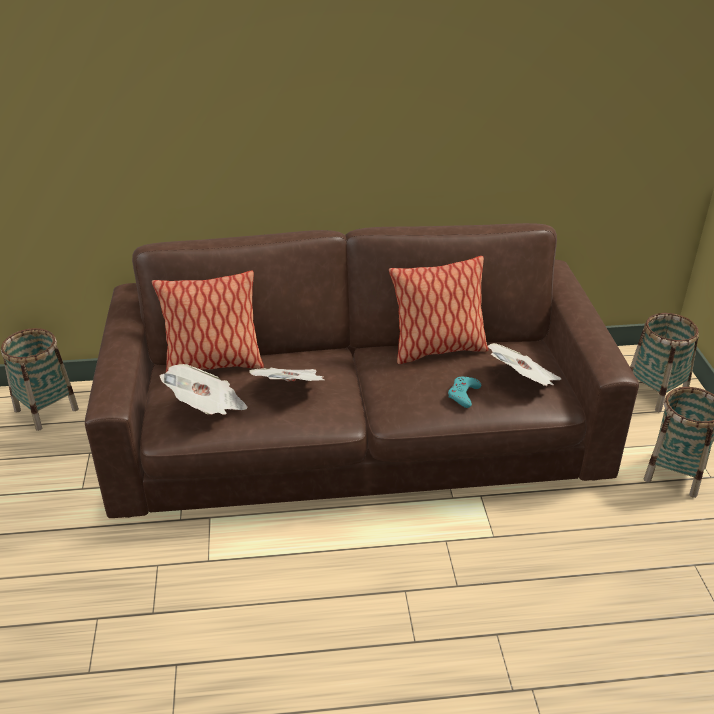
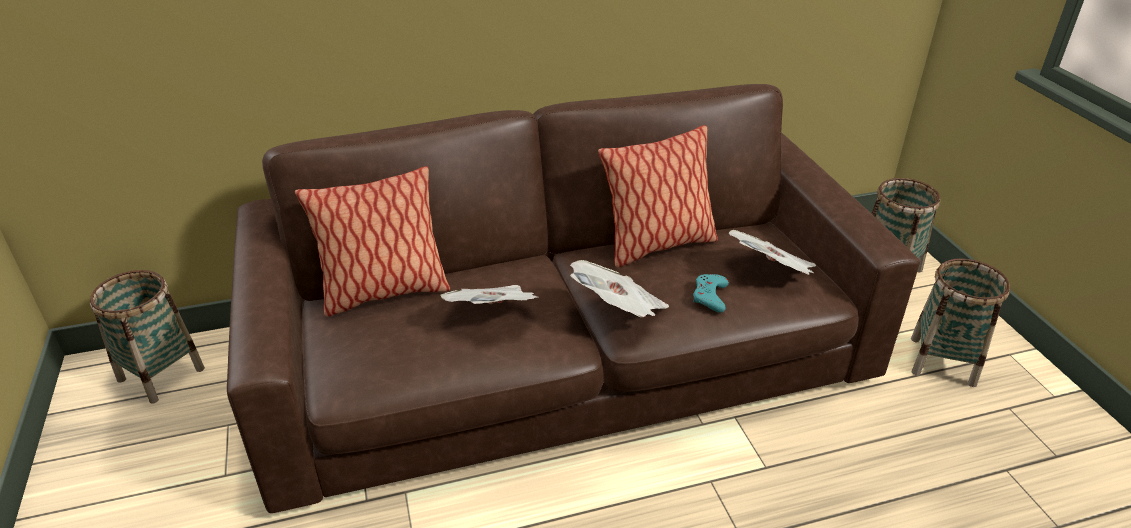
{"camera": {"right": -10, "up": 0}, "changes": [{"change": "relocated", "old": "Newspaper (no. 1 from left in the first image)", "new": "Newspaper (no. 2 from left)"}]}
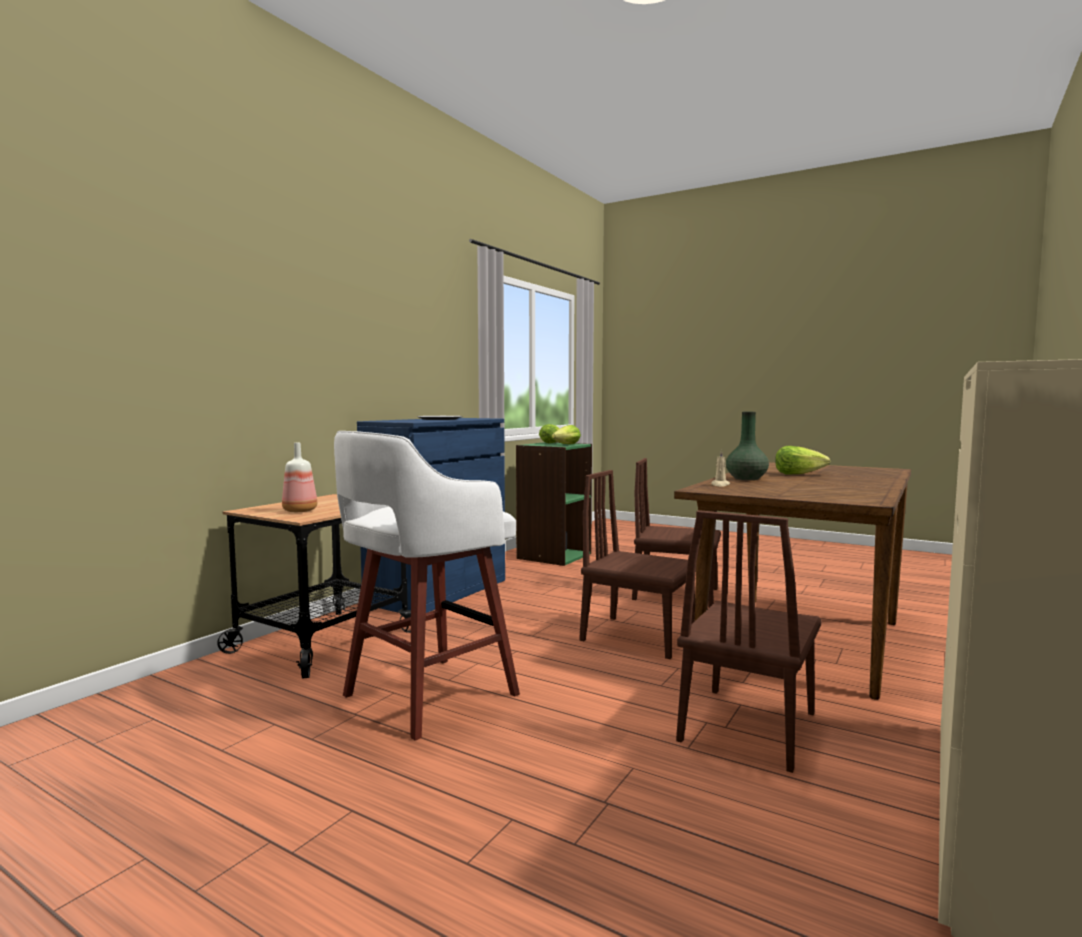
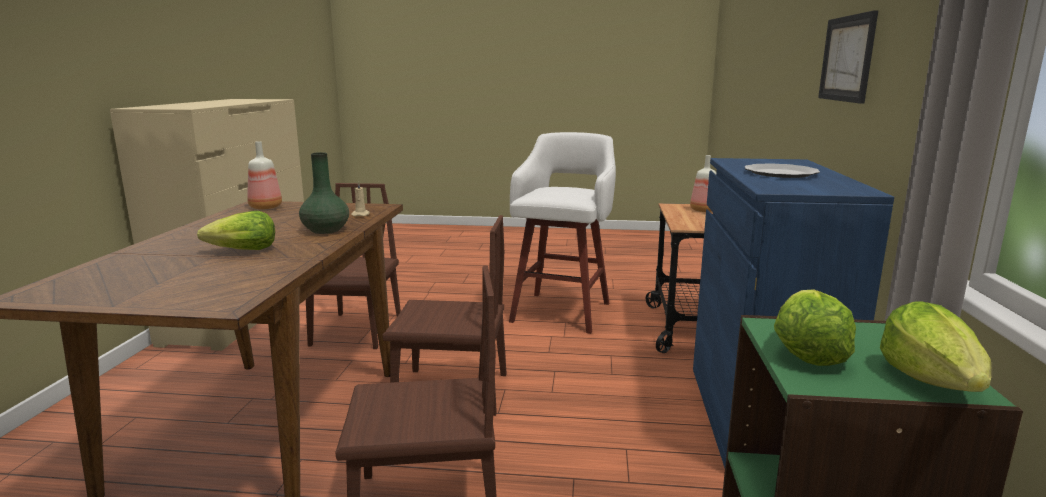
{"camera": {"right": 155, "up": 10}, "changes": [{"change": "appeared", "new": "Picture"}, {"change": "appeared", "new": "Bottle (no. 1 from left)"}]}
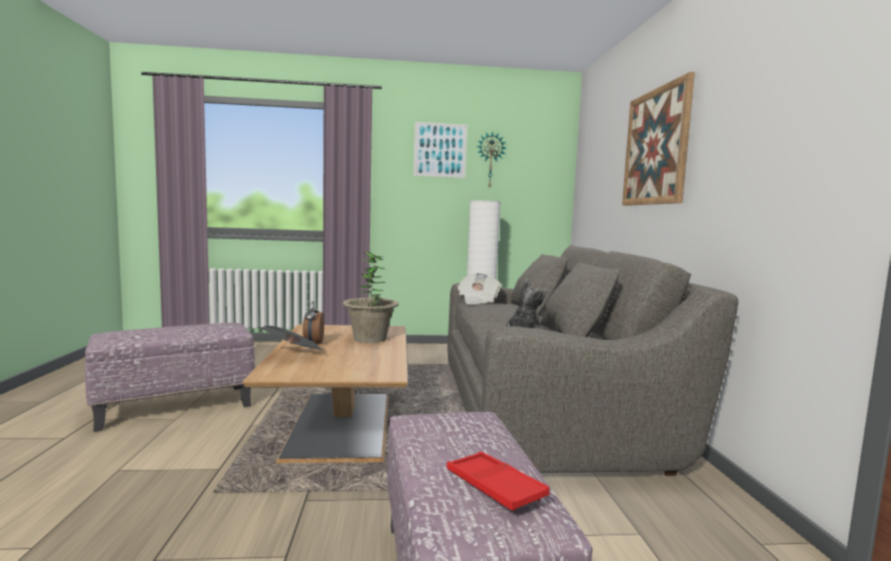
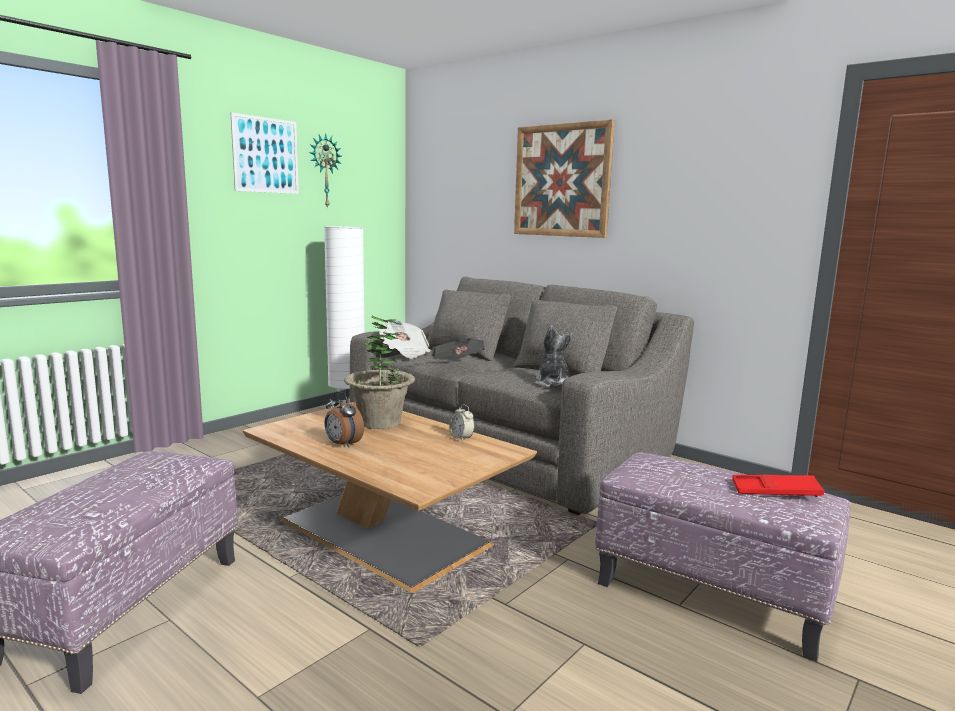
{"camera": {"right": -45, "up": 5}, "changes": [{"change": "relocated", "old": "Newspaper (no. 1 from left in the first image)", "new": "Newspaper (no. 2 from left)"}, {"change": "appeared", "new": "AlarmClock (no. 2 from left)"}]}
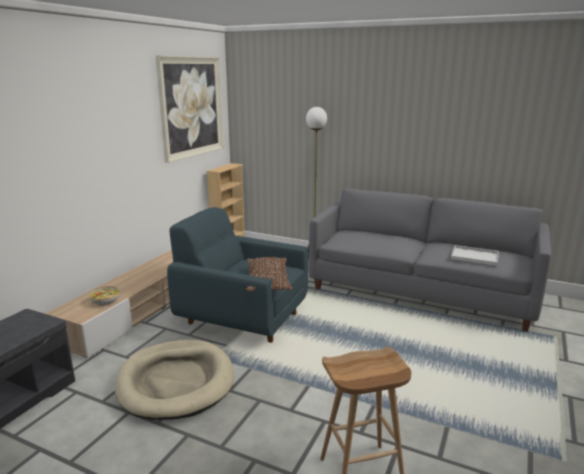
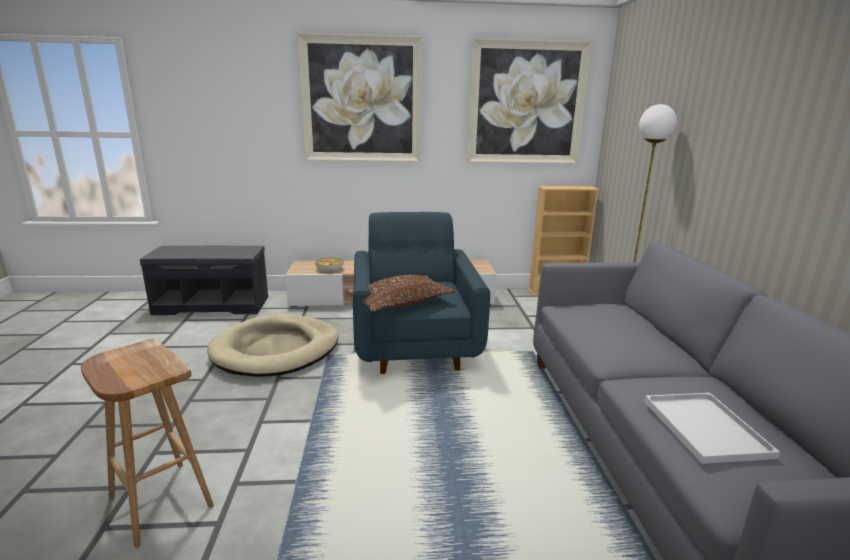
{"camera": {"right": 60, "up": 0}, "changes": [{"change": "appeared", "new": "Picture (no. 1 from left)"}]}
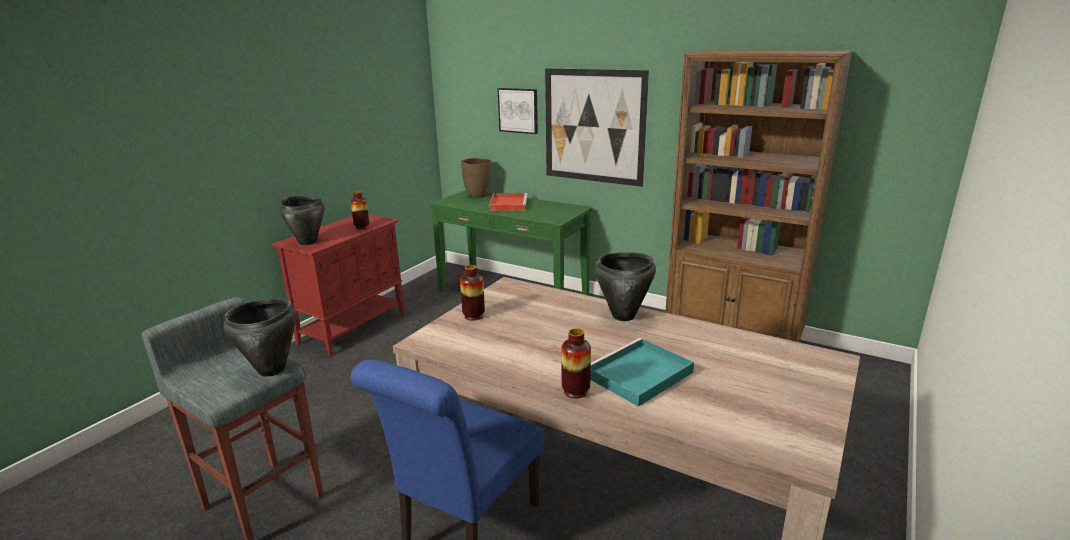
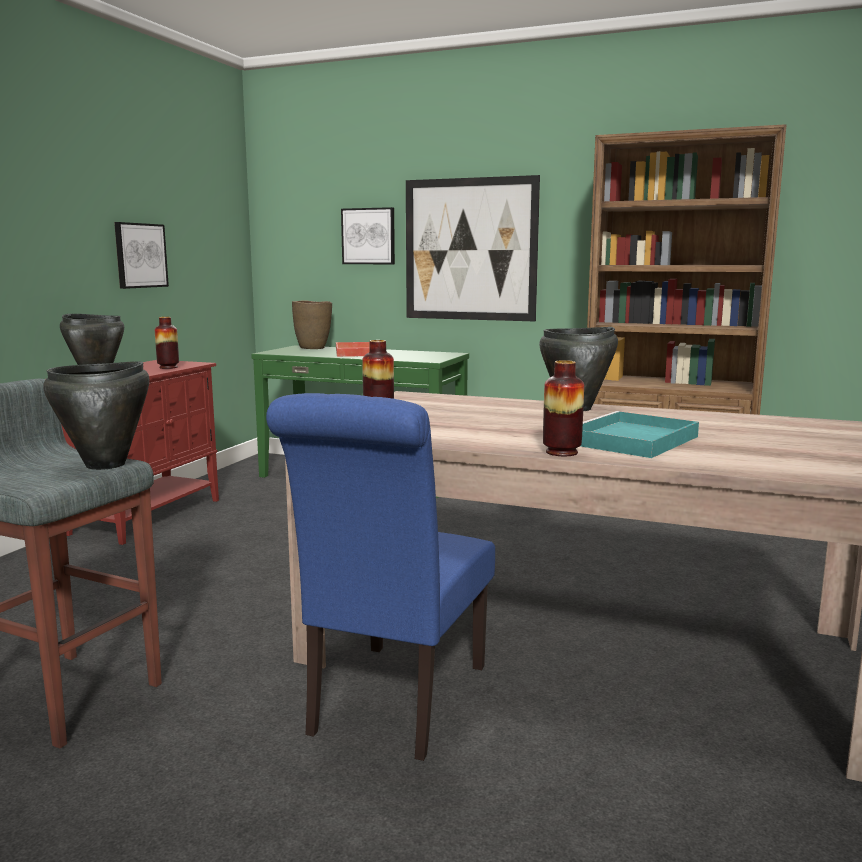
{"camera": {"right": -10, "up": -10}, "changes": [{"change": "appeared", "new": "Picture (no. 1 from left)"}]}
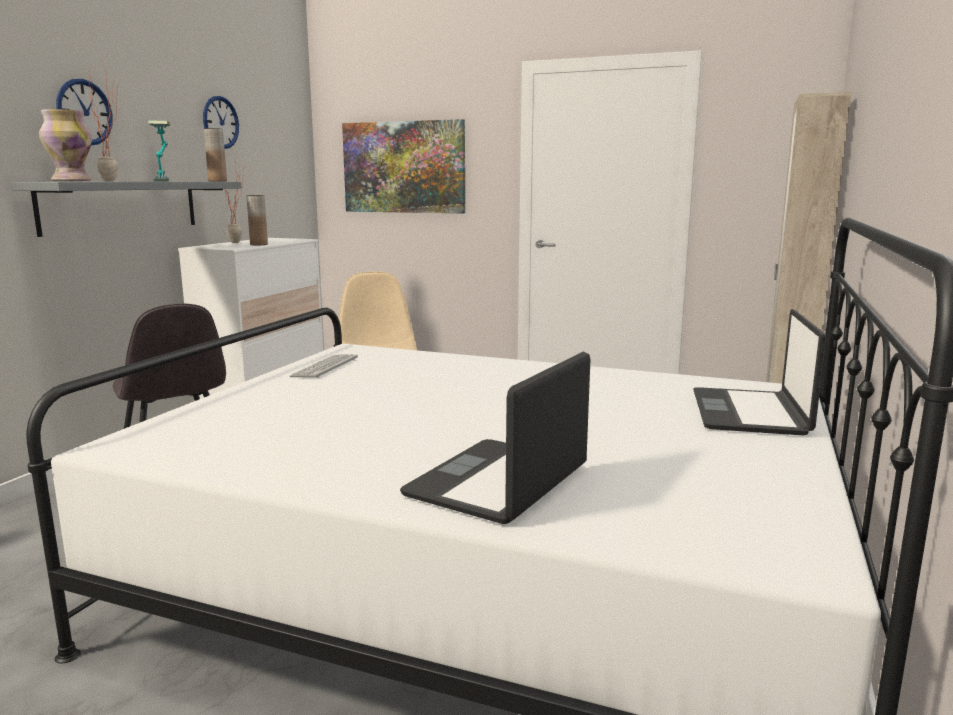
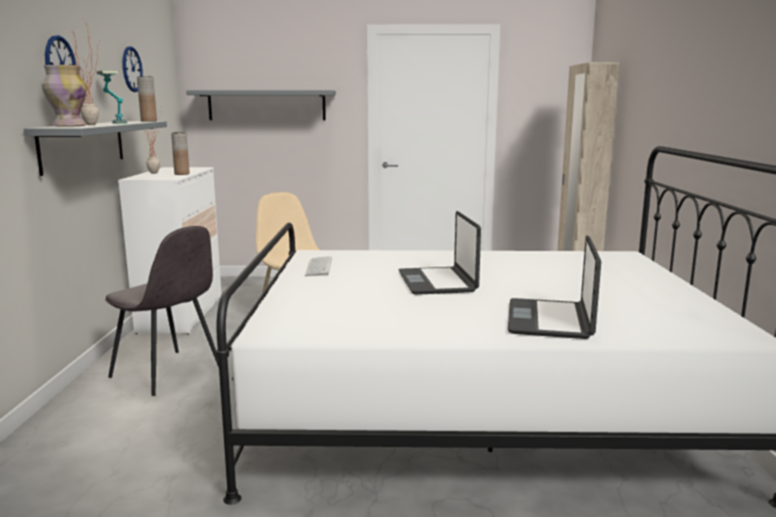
{"camera": {"right": -20, "up": 0}, "changes": [{"change": "exchanged", "old": "Picture", "new": "GreyShelf (no. 2 from left)"}, {"change": "relocated", "old": "Laptop (no. 2 from left in the first image)", "new": "Laptop (no. 1 from left)"}]}
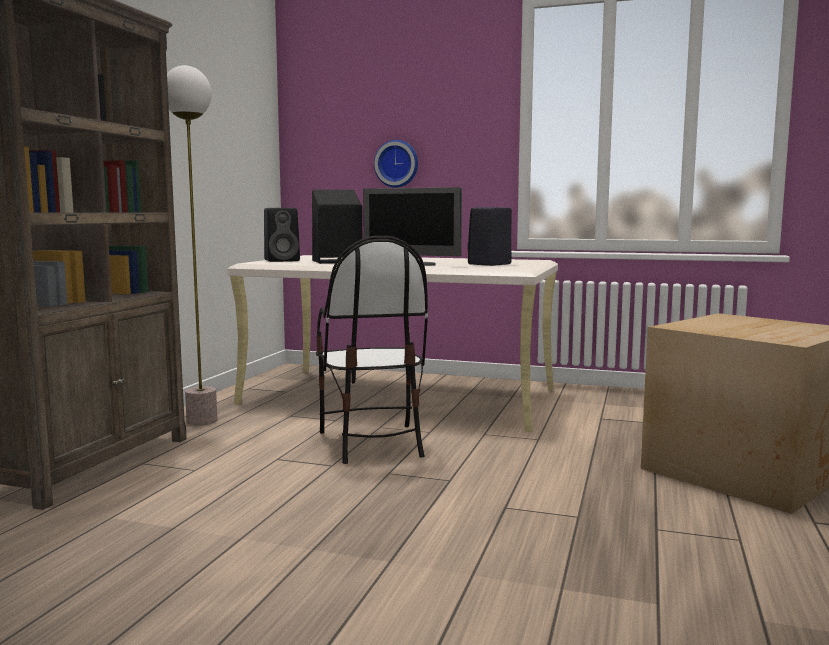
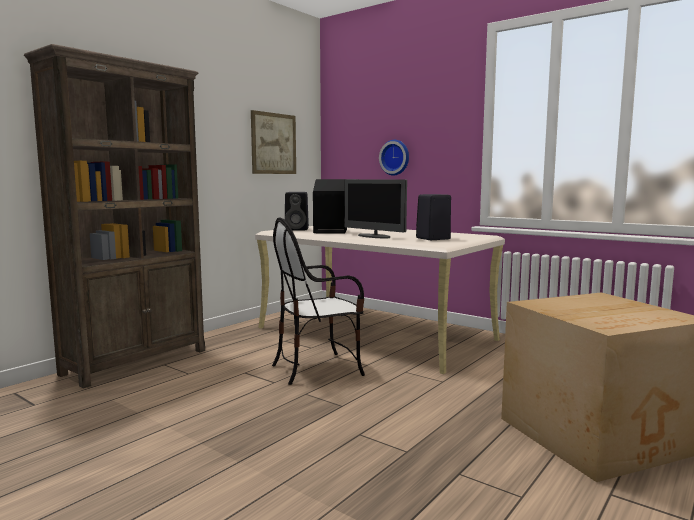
{"camera": {"right": 20, "up": 0}, "changes": [{"change": "missing", "old": "FloorLamp"}, {"change": "spun", "old": "Chair", "degrees": 60}, {"change": "appeared", "new": "Picture"}]}
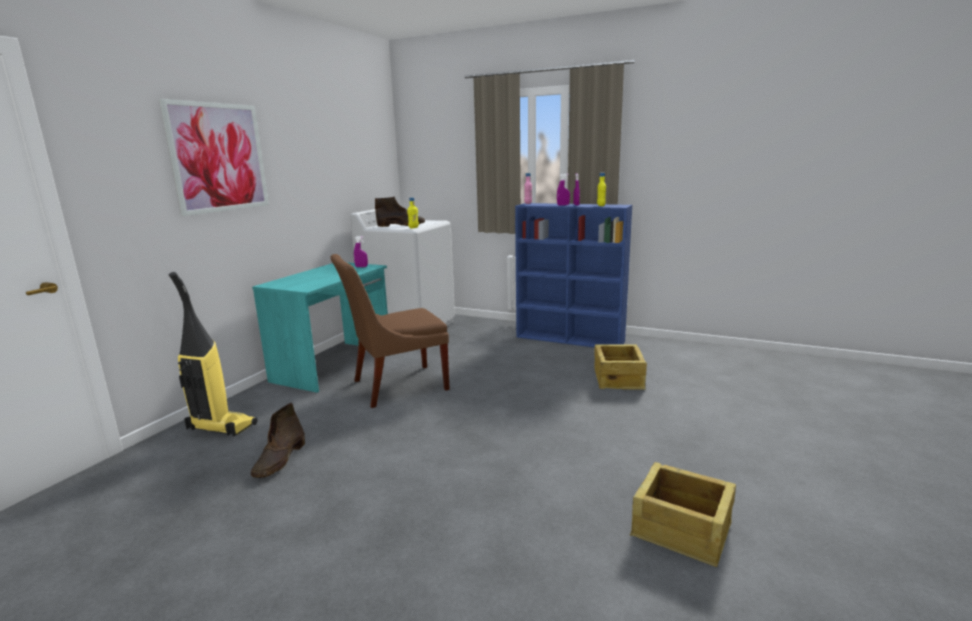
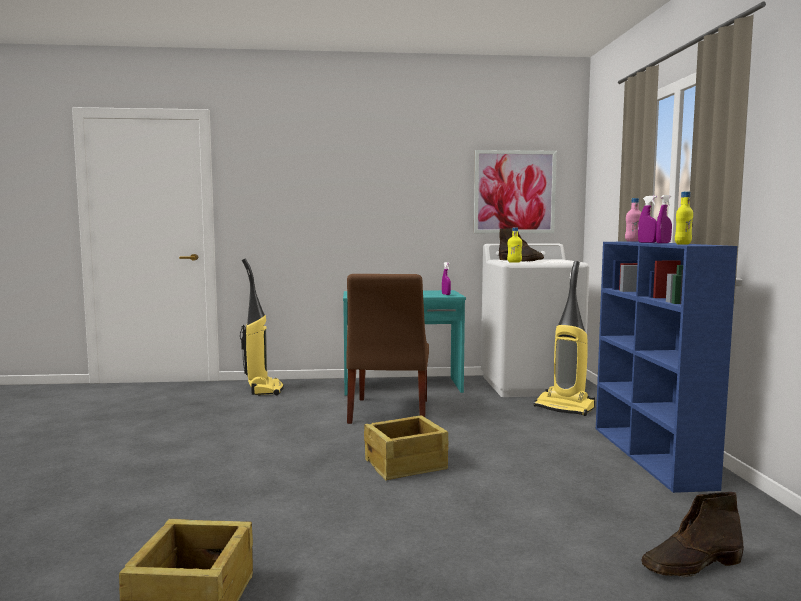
{"camera": {"right": 60, "up": -10}, "changes": [{"change": "relocated", "old": "Picture"}, {"change": "spun", "old": "BrownChair", "degrees": -120}, {"change": "relocated", "old": "Crate (no. 1 from left in the first image)", "new": "Crate (no. 2 from left)"}, {"change": "relocated", "old": "BrownBoot (no. 1 from left in the first image)", "new": "BrownBoot (no. 2 from left)"}, {"change": "appeared", "new": "VacuumCleaner (no. 2 from left)"}]}
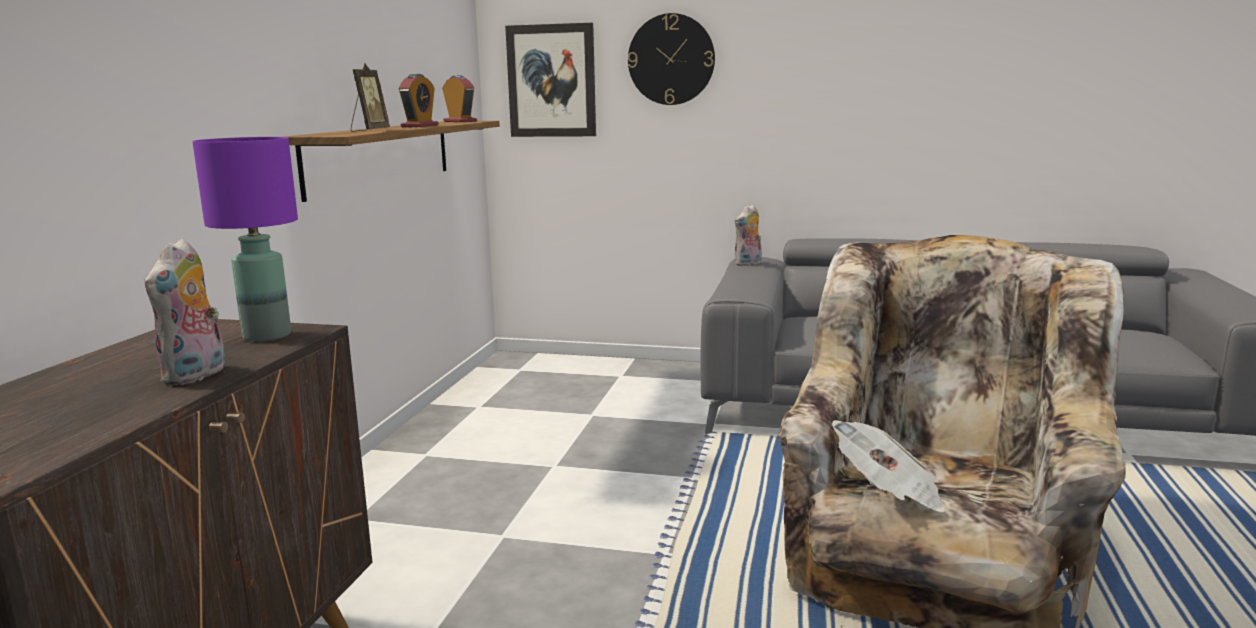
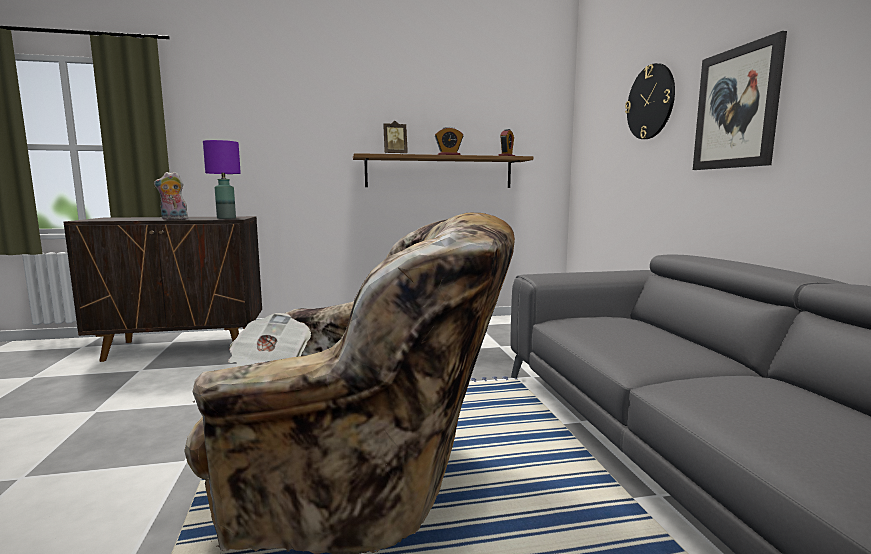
{"camera": {"right": 65, "up": -5}, "changes": [{"change": "relocated", "old": "Picture"}, {"change": "missing", "old": "PlushToy (no. 2 from left)"}]}
